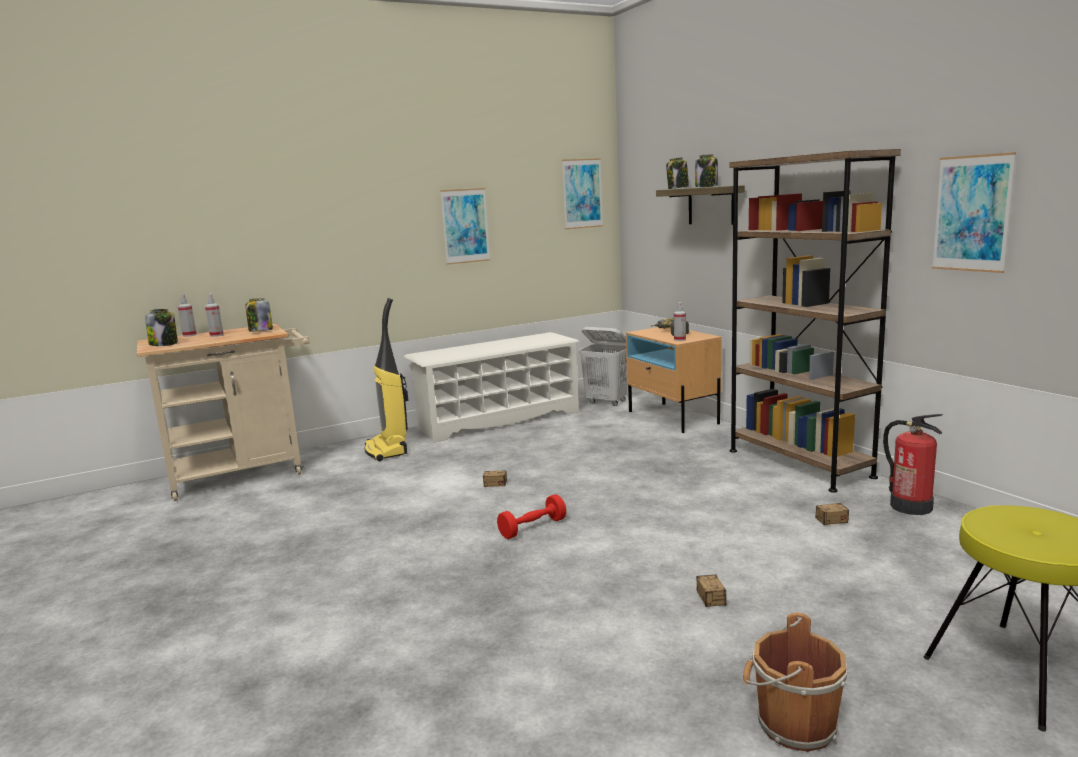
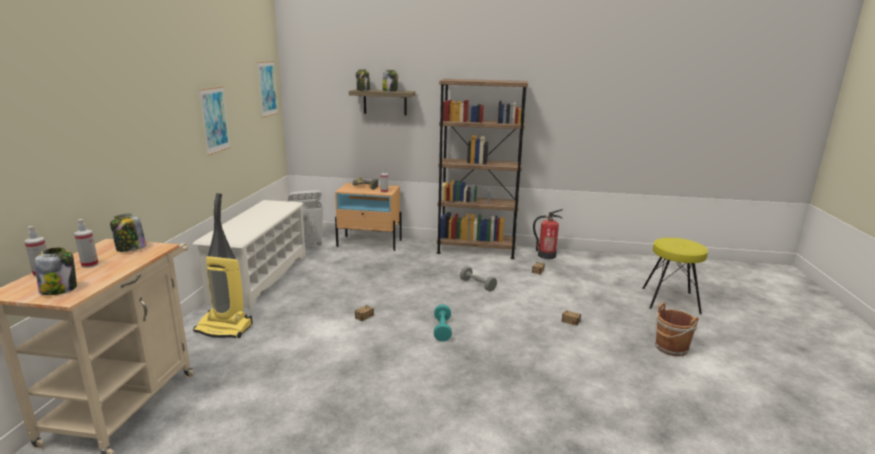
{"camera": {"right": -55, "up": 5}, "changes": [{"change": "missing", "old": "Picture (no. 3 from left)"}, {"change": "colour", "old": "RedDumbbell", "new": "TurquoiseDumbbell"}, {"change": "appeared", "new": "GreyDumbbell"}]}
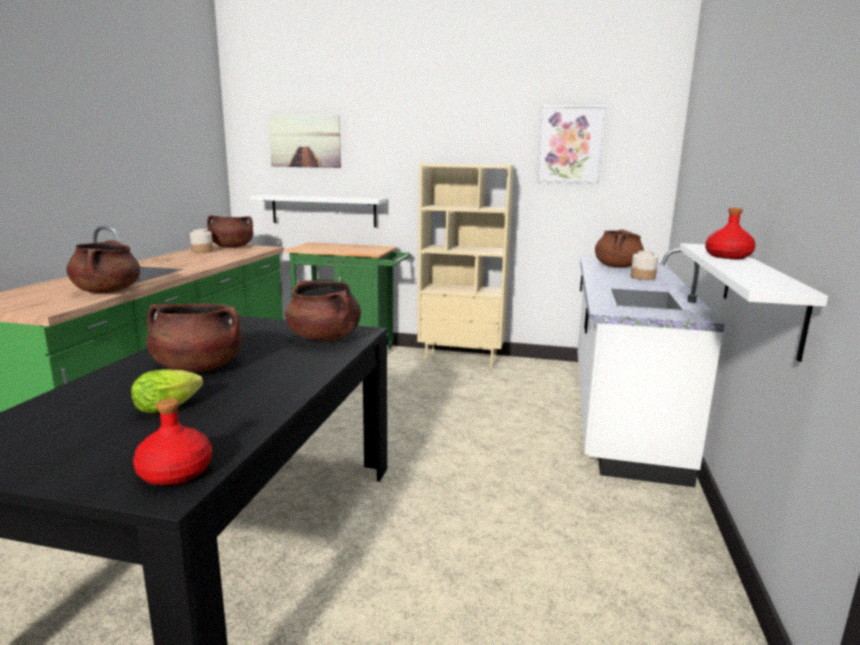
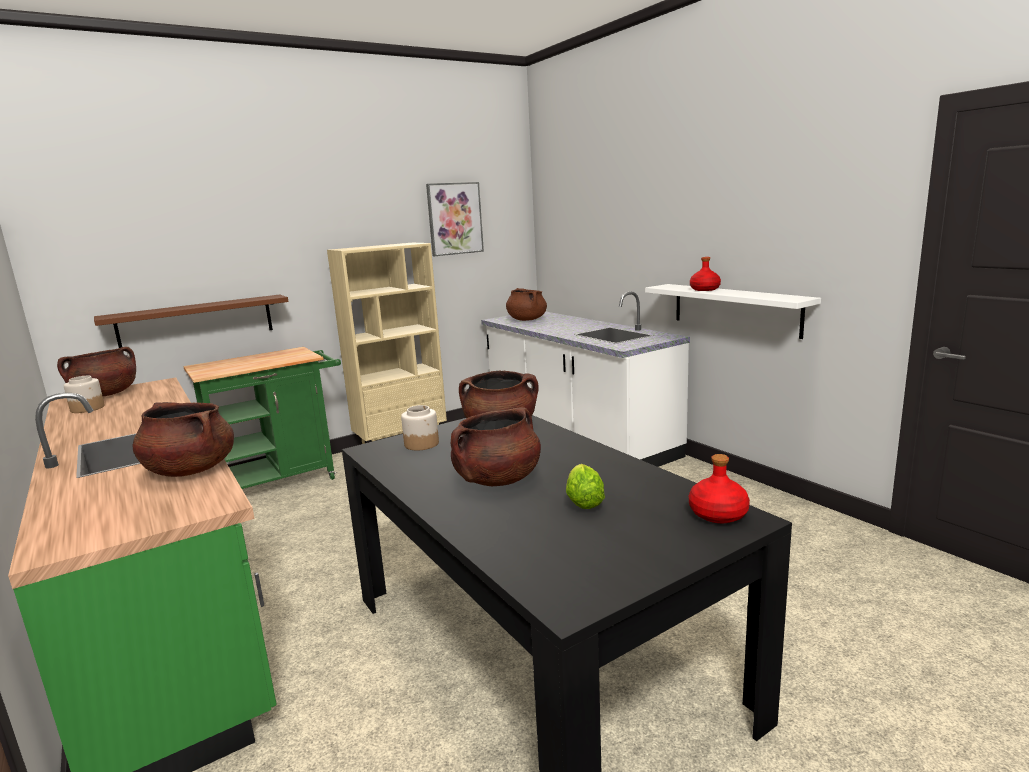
{"camera": {"right": -45, "up": 0}, "changes": [{"change": "missing", "old": "Picture (no. 1 from left)"}, {"change": "colour", "old": "WhiteShelf (no. 1 from left)", "new": "BrownShelf"}, {"change": "relocated", "old": "Jar (no. 2 from left)"}]}
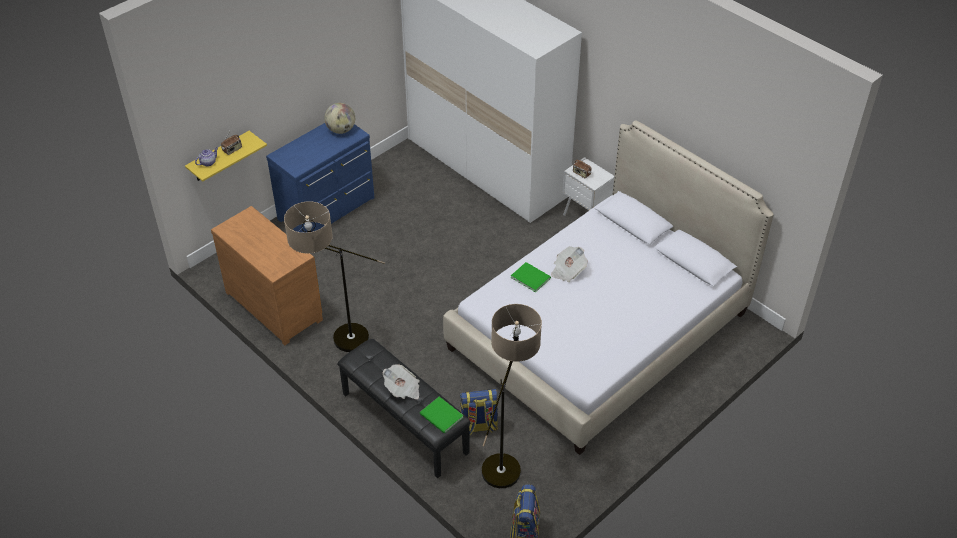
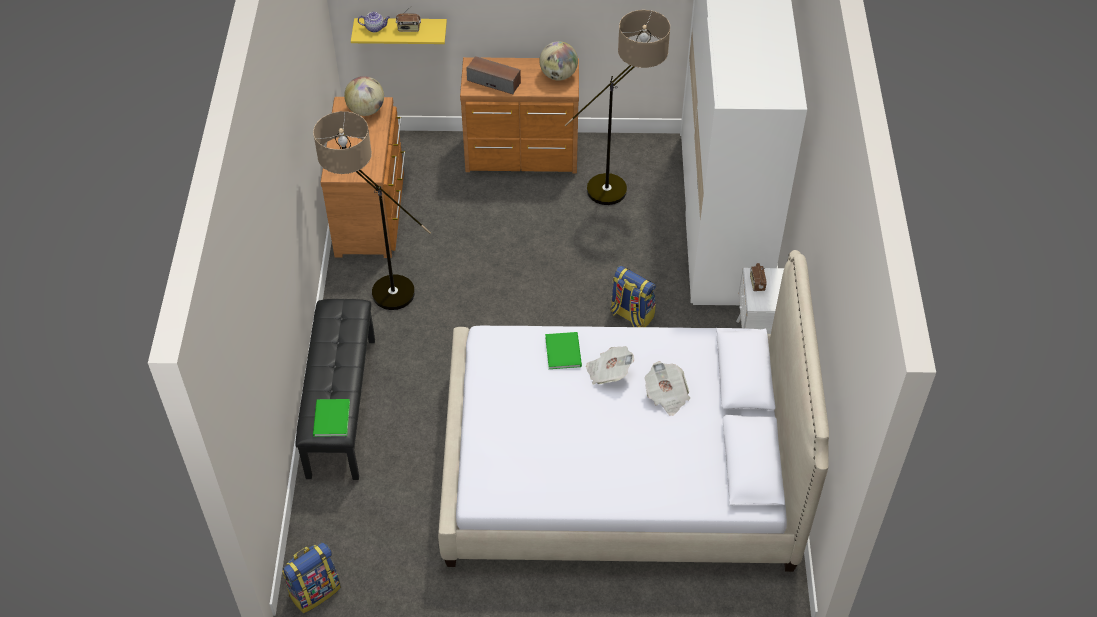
{"camera": {"right": 45, "up": 5}, "changes": [{"change": "colour", "old": "BlueDresser", "new": "BrownDresser (no. 2 from left)"}, {"change": "relocated", "old": "FloorLamp (no. 2 from left)"}, {"change": "relocated", "old": "Newspaper (no. 1 from left in the first image)", "new": "Newspaper (no. 2 from left)"}, {"change": "relocated", "old": "Backpack (no. 1 from left in the first image)", "new": "Backpack (no. 2 from left)"}, {"change": "appeared", "new": "Speaker"}, {"change": "appeared", "new": "Globe (no. 1 from left)"}]}
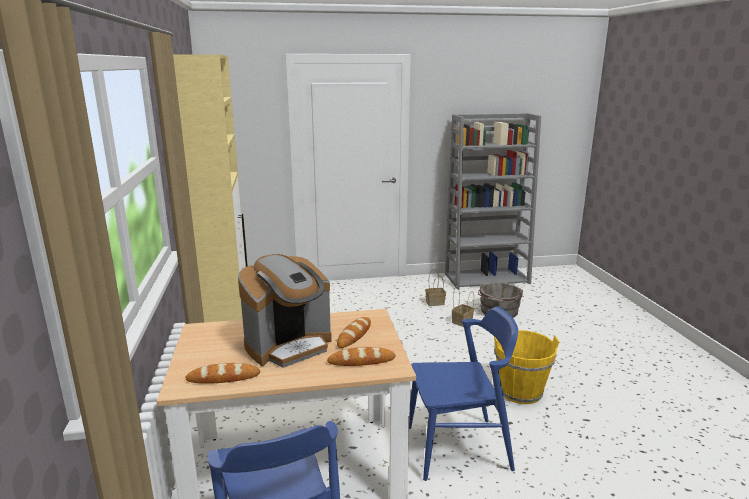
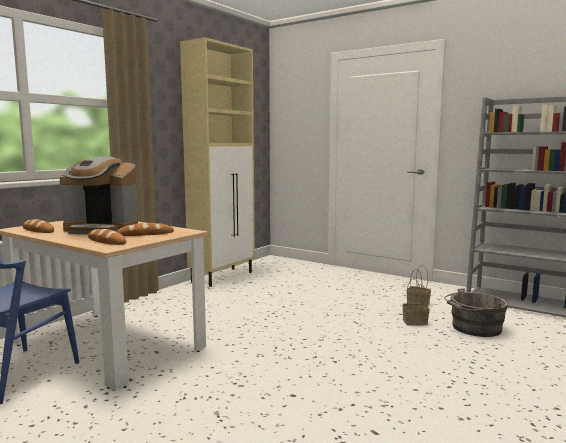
{"camera": {"right": 45, "up": -10}, "changes": [{"change": "missing", "old": "BlueChair (no. 2 from left)"}, {"change": "missing", "old": "YellowBucket"}]}
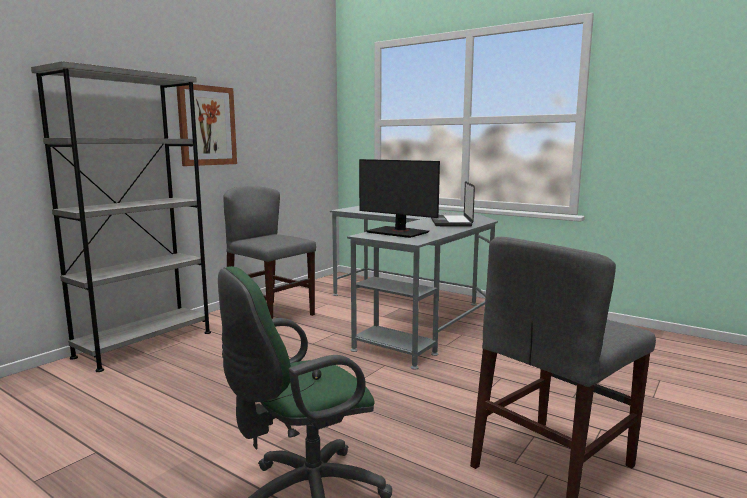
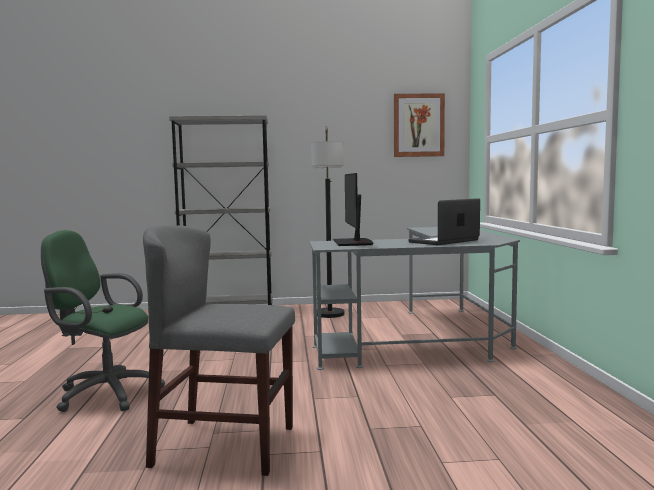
{"camera": {"right": 50, "up": -5}, "changes": [{"change": "relocated", "old": "Picture"}, {"change": "exchanged", "old": "GreyChair (no. 1 from left)", "new": "FloorLamp"}]}
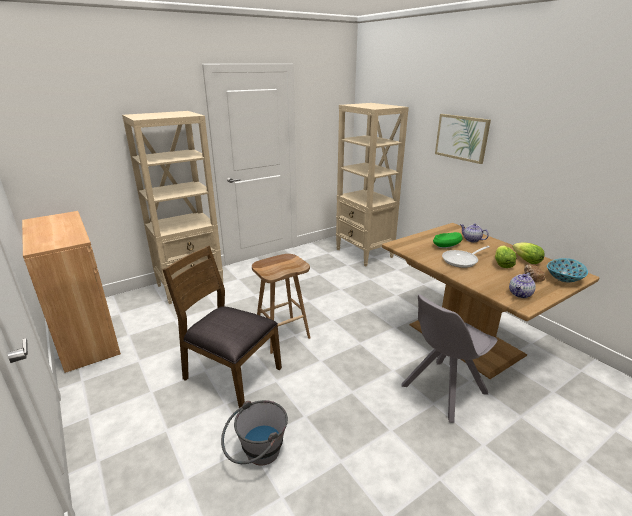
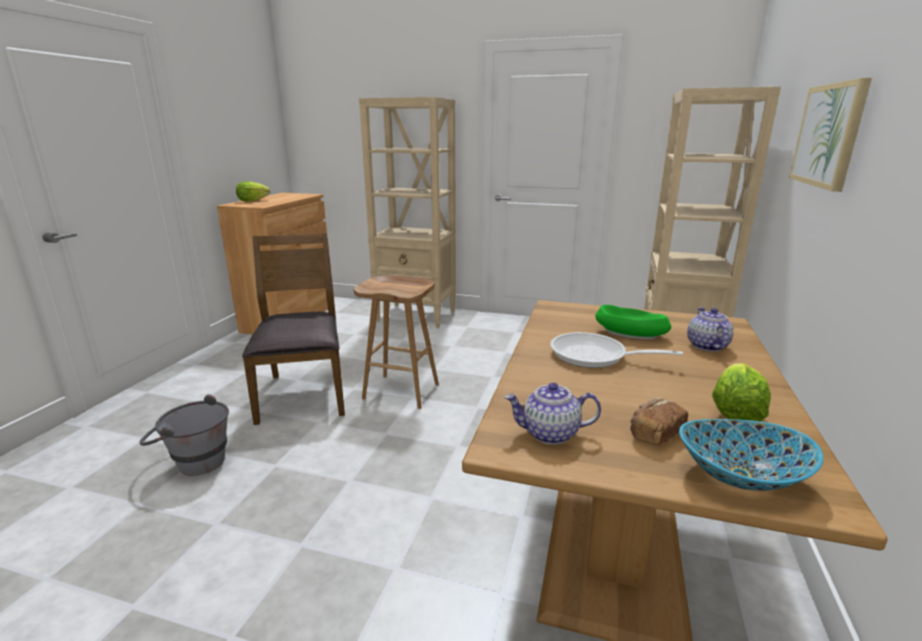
{"camera": {"right": 50, "up": -5}, "changes": [{"change": "relocated", "old": "Lettuce (no. 1 from left)"}, {"change": "missing", "old": "GreyChair"}]}
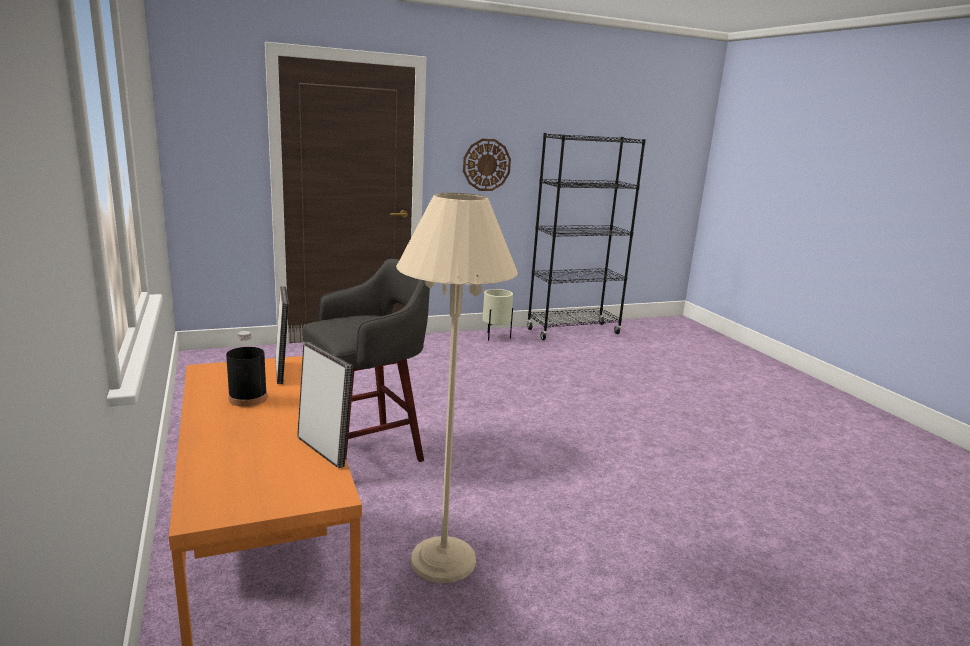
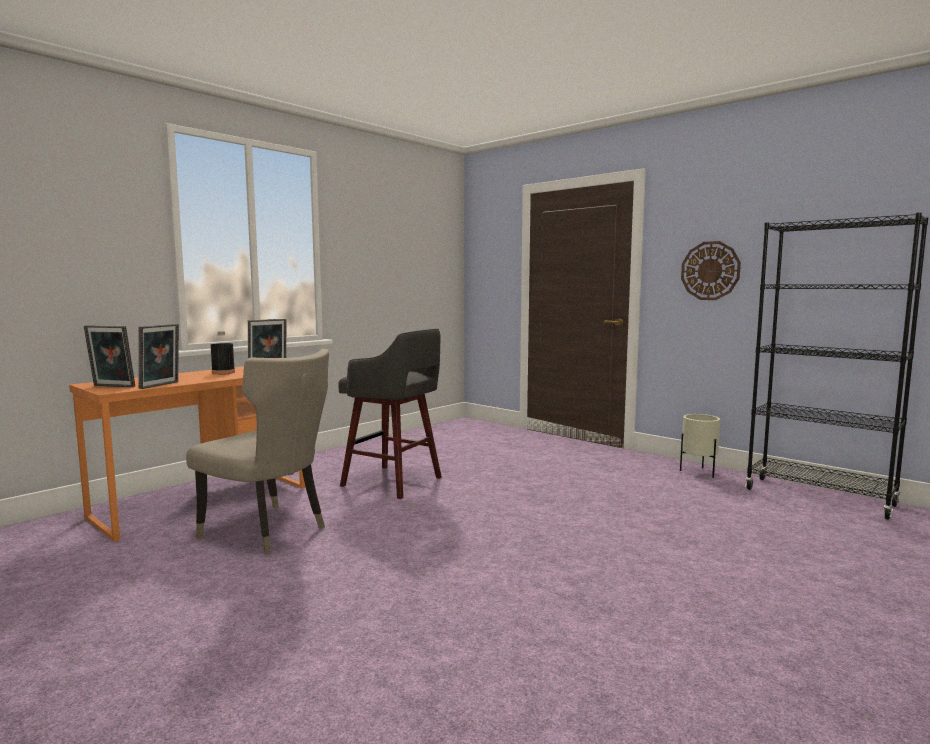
{"camera": {"right": 65, "up": -10}, "changes": [{"change": "exchanged", "old": "BeigeFloorLamp", "new": "BeigeChair"}, {"change": "appeared", "new": "PictureFrame (no. 1 from left)"}]}
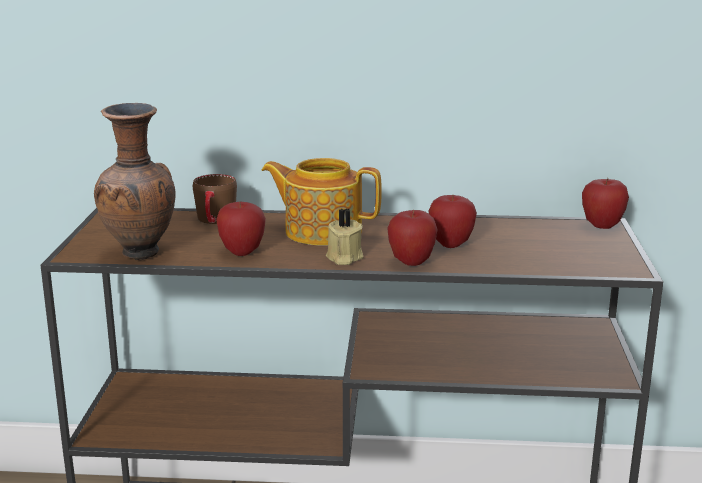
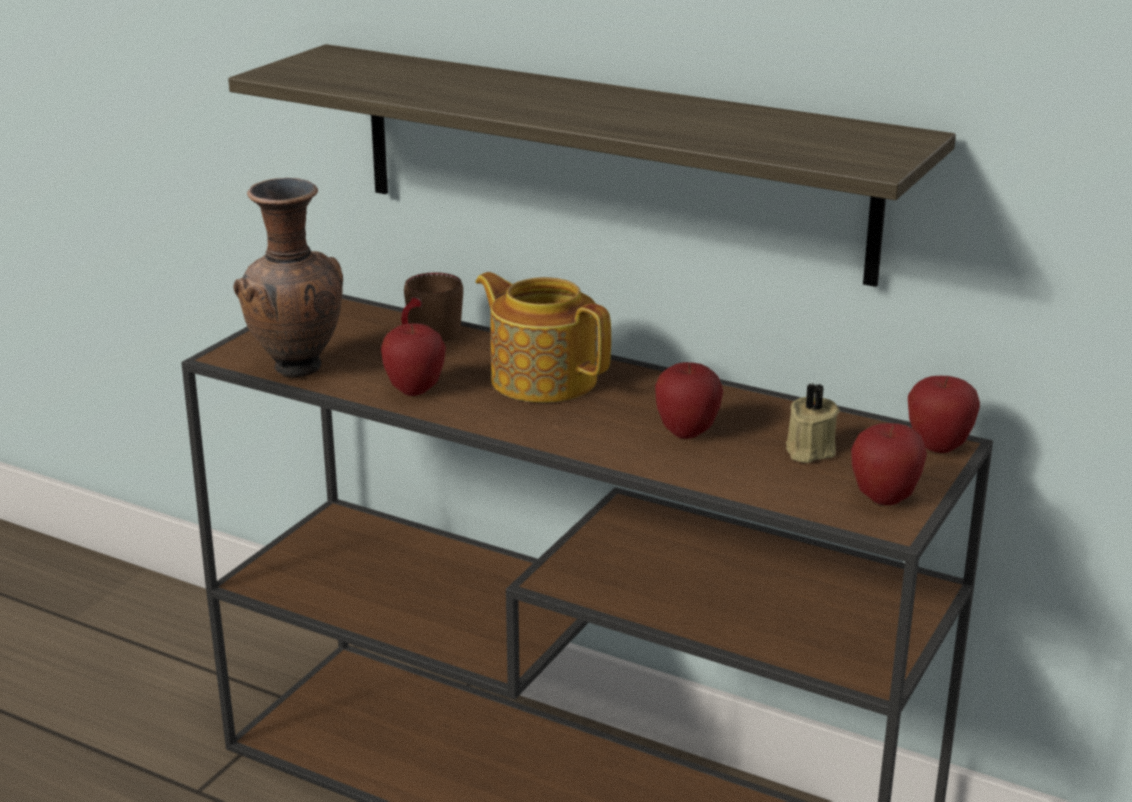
{"camera": {"right": 25, "up": 5}, "changes": [{"change": "relocated", "old": "BeigeCandle"}, {"change": "relocated", "old": "Apple (no. 2 from left in the first image)", "new": "Apple (no. 3 from left)"}, {"change": "appeared", "new": "Shelf"}]}
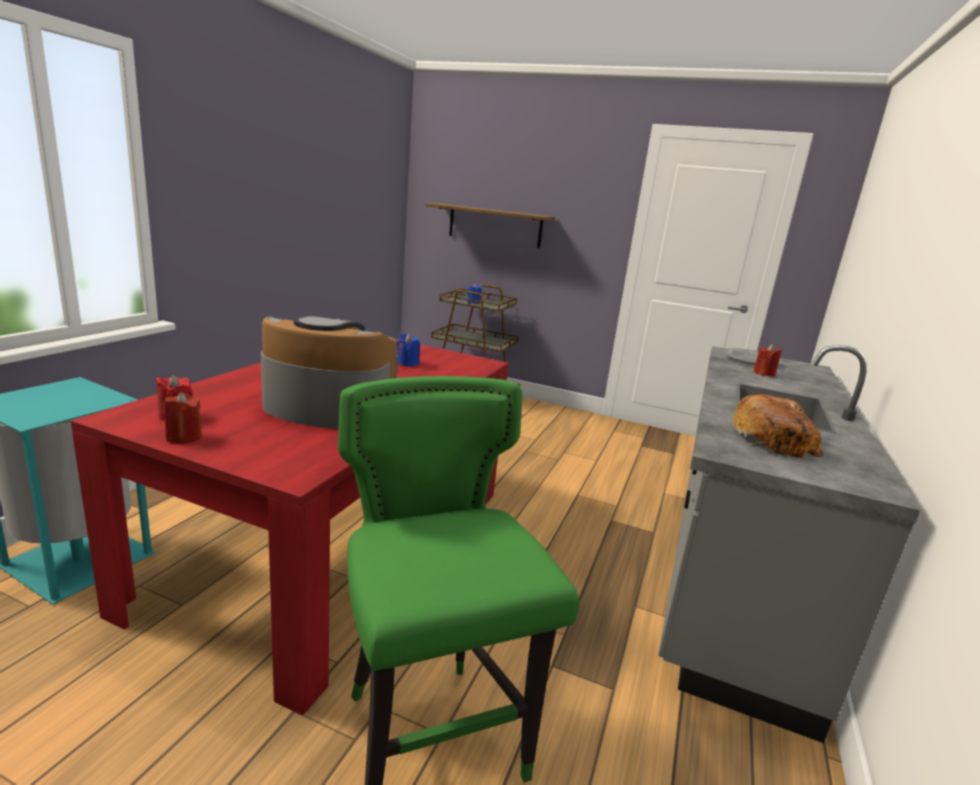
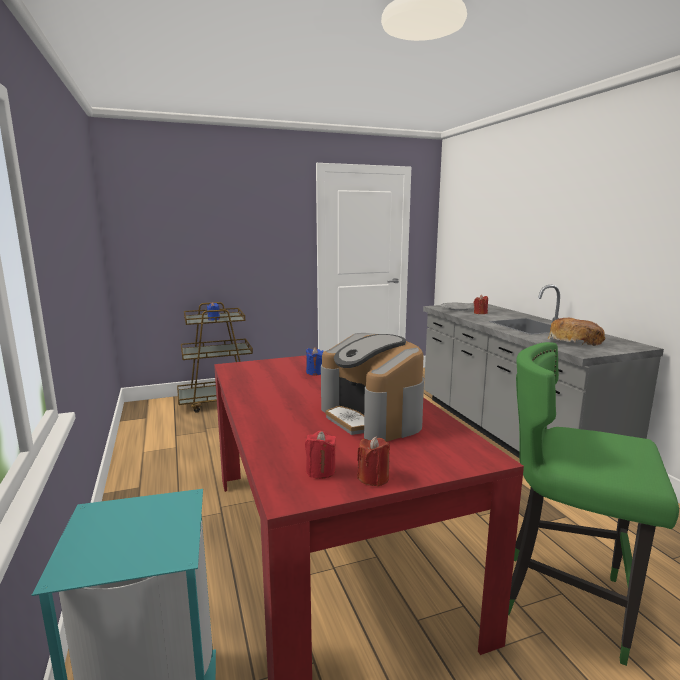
{"camera": {"right": -40, "up": -5}, "changes": [{"change": "missing", "old": "Shelf"}, {"change": "spun", "old": "CoffeeMachine", "degrees": -90}]}
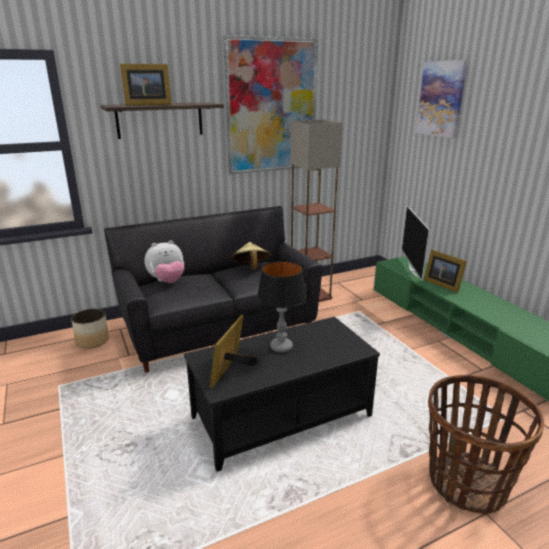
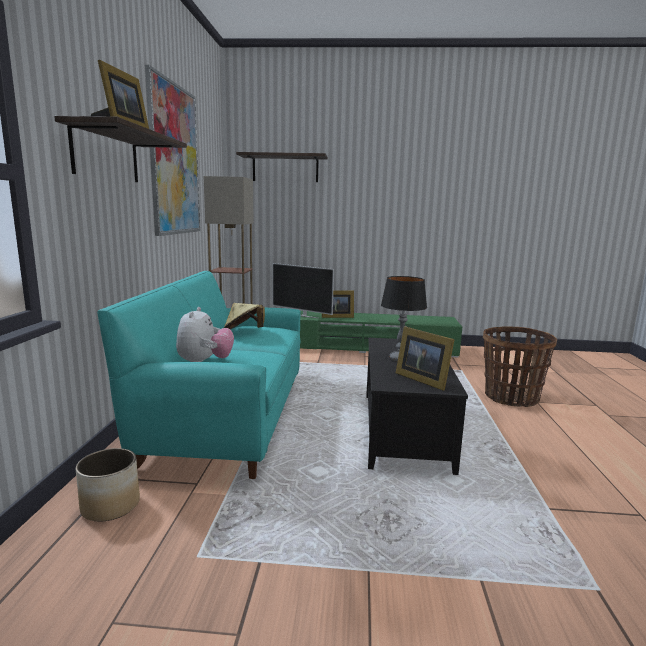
{"camera": {"right": -60, "up": -10}, "changes": [{"change": "exchanged", "old": "Picture (no. 2 from left)", "new": "Shelf (no. 2 from left)"}, {"change": "colour", "old": "BlackSofa", "new": "TurquoiseSofa"}]}
